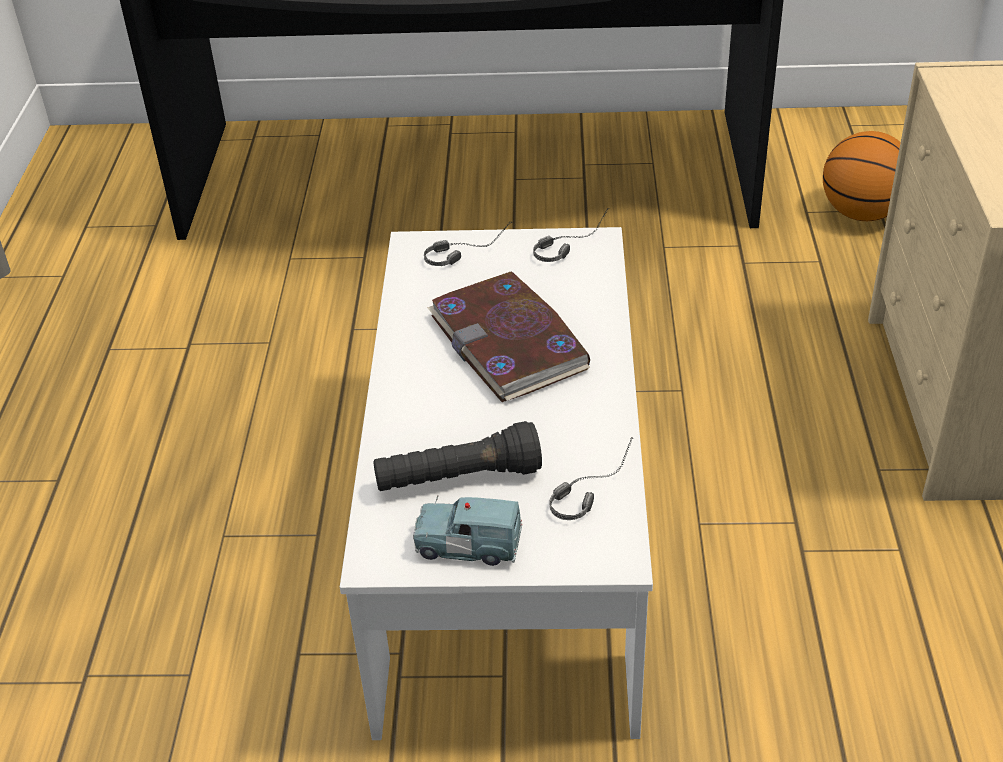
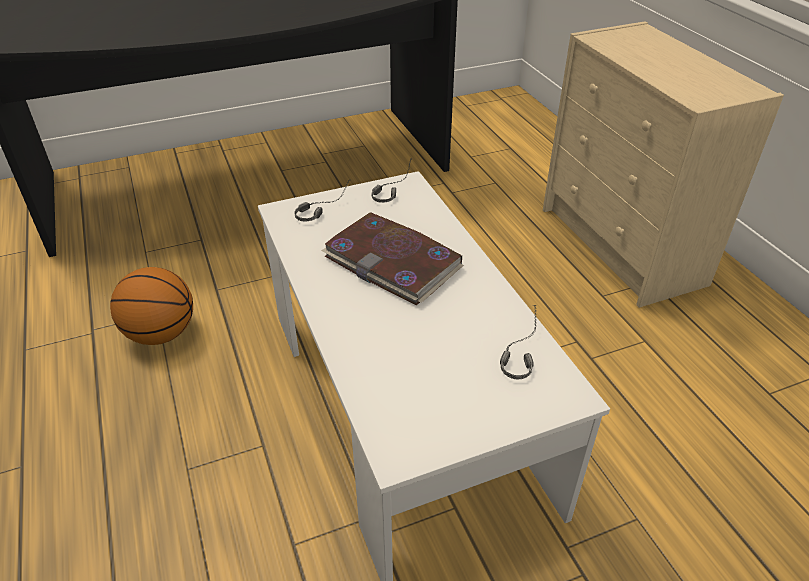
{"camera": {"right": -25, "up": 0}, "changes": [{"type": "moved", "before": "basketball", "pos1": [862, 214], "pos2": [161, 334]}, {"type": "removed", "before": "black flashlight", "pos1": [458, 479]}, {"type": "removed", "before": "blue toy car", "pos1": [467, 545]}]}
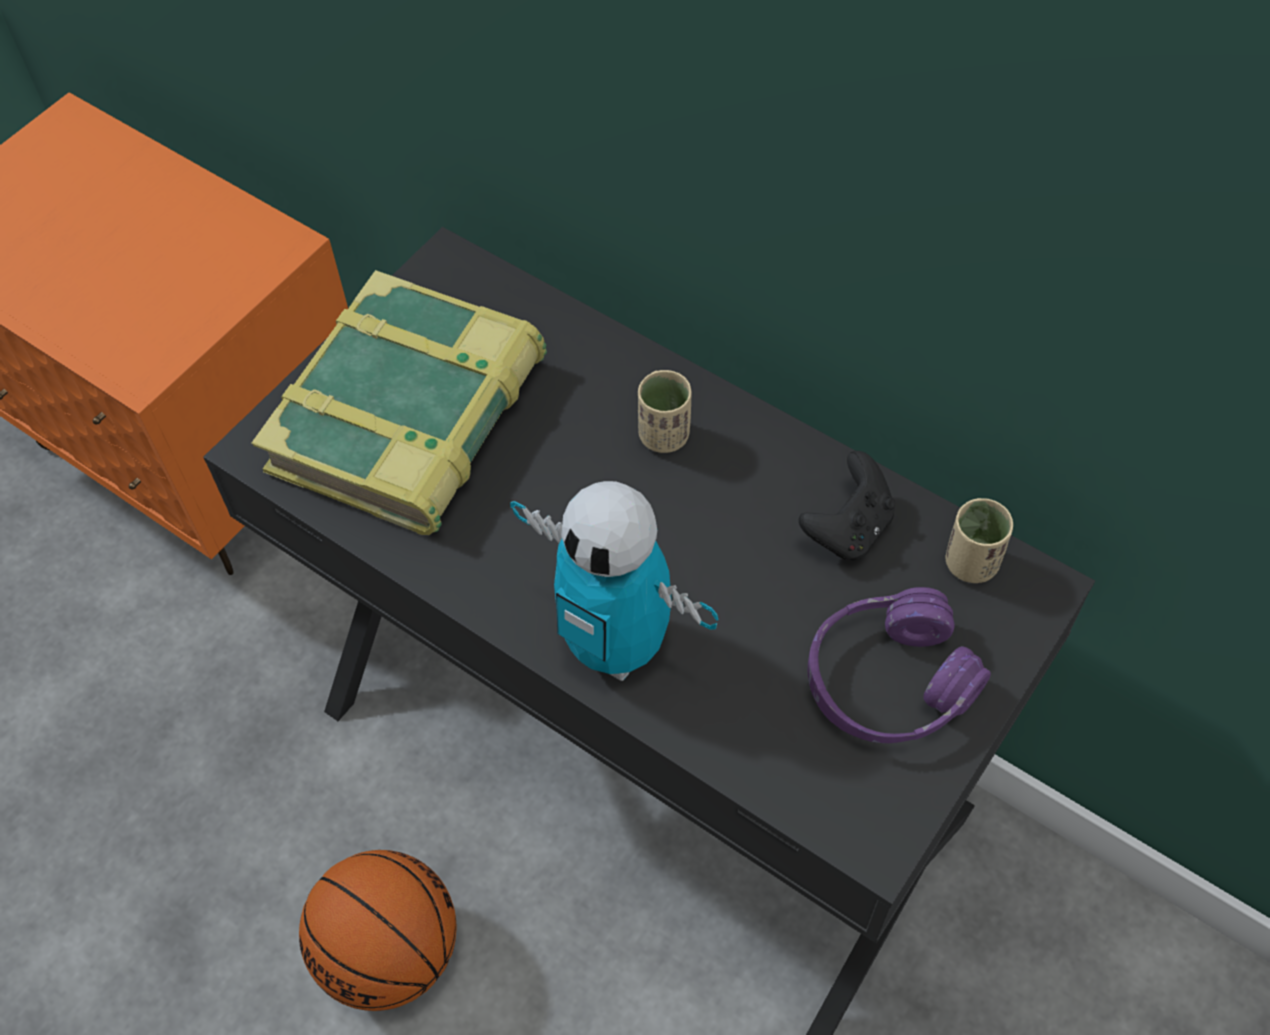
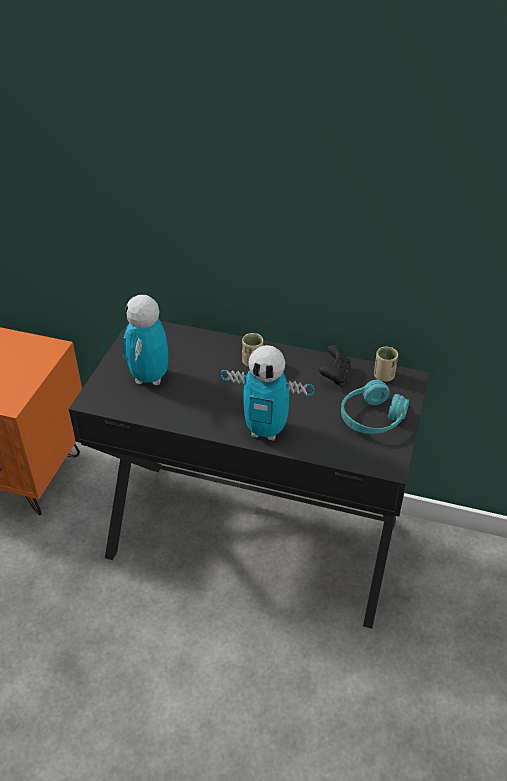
{"camera": {"right": -20, "up": -15}, "changes": [{"type": "replaced", "before": "book", "after": "toy robot", "pos1": [411, 418], "pos2": [149, 378]}, {"type": "recoloured", "before": "purple headphones", "after": "turquoise headphones", "pos1": [888, 681], "pos2": [372, 418]}, {"type": "removed", "before": "basketball", "pos1": [390, 951]}]}
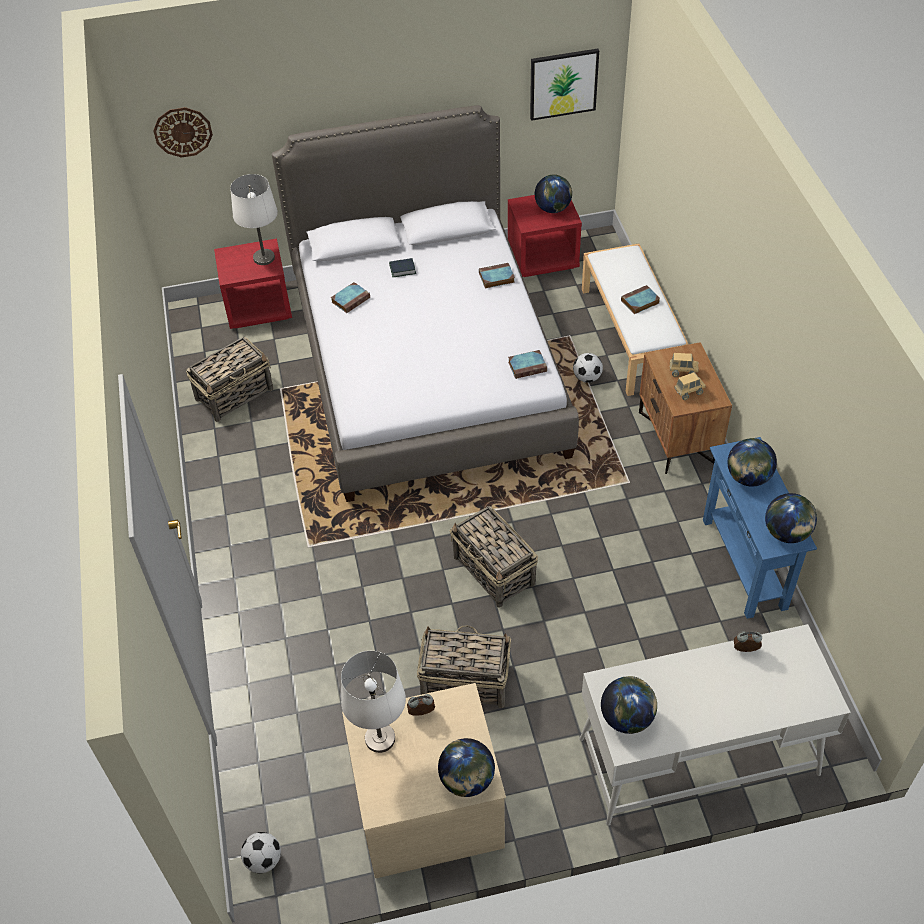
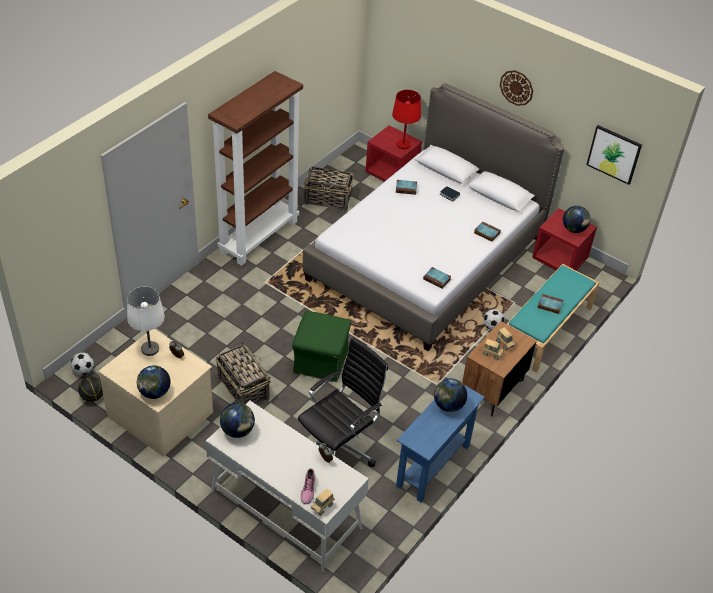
{"camera": {"right": 45, "up": -5}, "changes": [{"type": "moved", "before": "wall clock", "pos1": [183, 132], "pos2": [516, 87]}, {"type": "recoloured", "before": "white table lamp", "after": "red table lamp", "pos1": [264, 258], "pos2": [403, 145]}, {"type": "recoloured", "before": "white bench", "after": "turquoise bench", "pos1": [632, 336], "pos2": [546, 329]}, {"type": "removed", "before": "globe", "pos1": [786, 533]}, {"type": "replaced", "before": "basket", "after": "green ottoman", "pos1": [494, 571], "pos2": [320, 361]}, {"type": "added", "after": "brown bookcase", "pos2": [259, 236]}, {"type": "added", "after": "black office chair", "pos2": [339, 448]}, {"type": "added", "after": "basketball", "pos2": [92, 397]}, {"type": "added", "after": "shoe", "pos2": [308, 489]}, {"type": "added", "after": "toy truck", "pos2": [322, 507]}]}
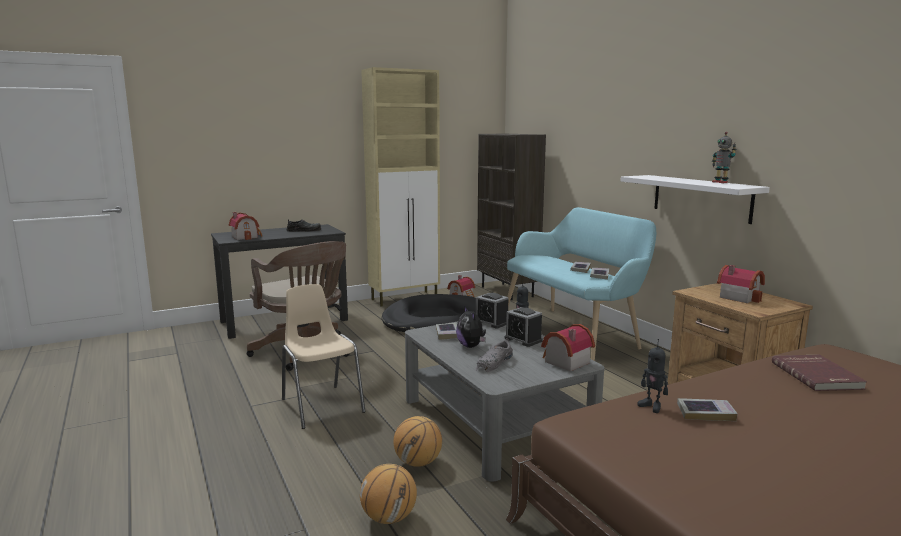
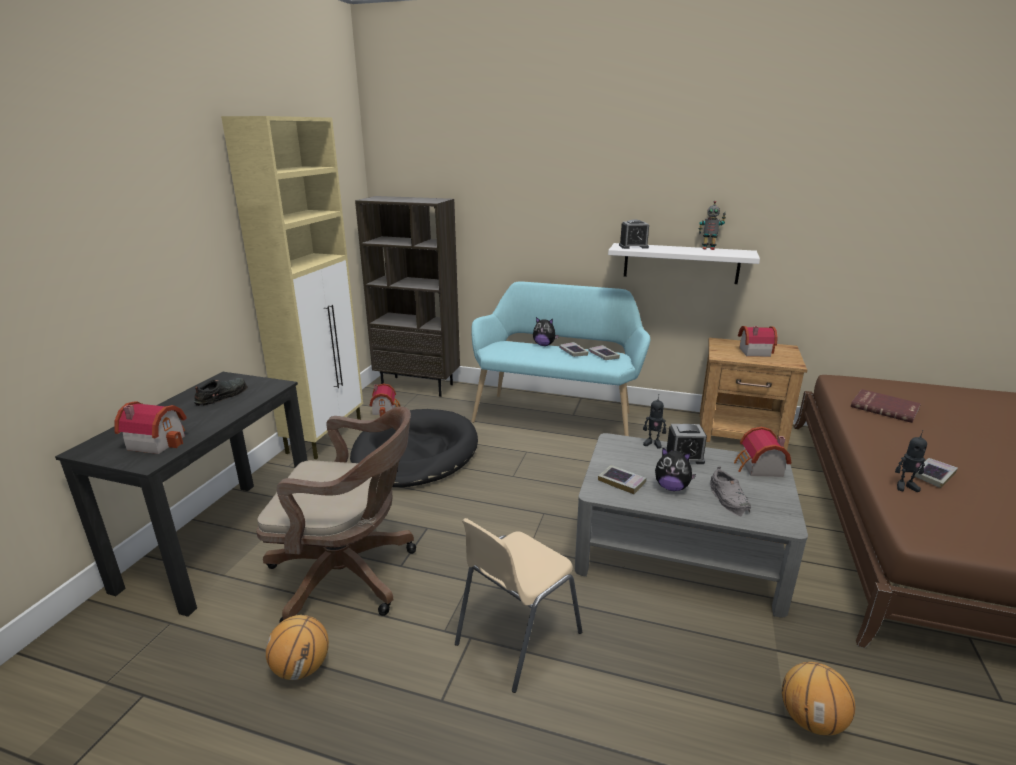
{"camera": {"right": -45, "up": 10}, "changes": [{"type": "turned", "before": "beige chair", "pos1": [321, 405], "pos2": [516, 638], "turn": -60}, {"type": "moved", "before": "alarm clock", "pos1": [491, 322], "pos2": [633, 246]}, {"type": "moved", "before": "basketball", "pos1": [418, 462], "pos2": [302, 668]}, {"type": "added", "after": "plush toy", "pos2": [544, 345]}]}
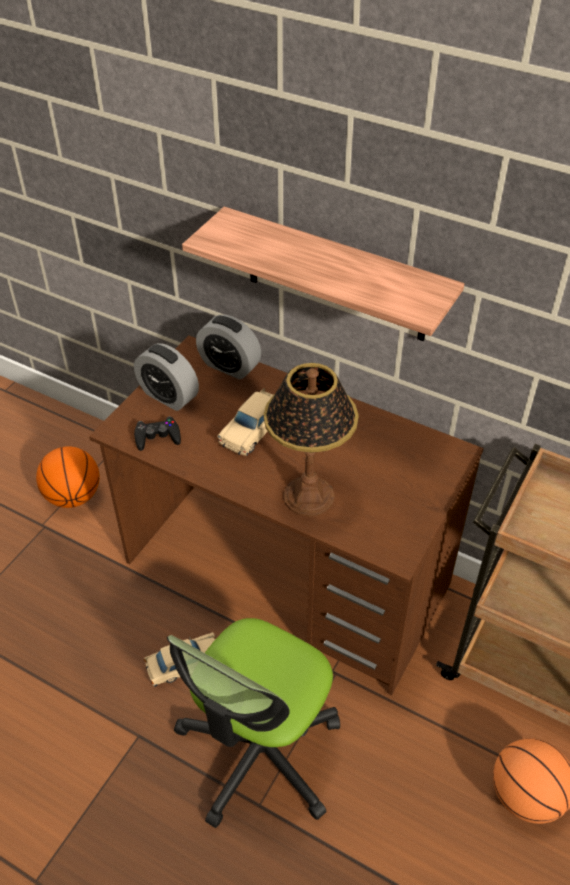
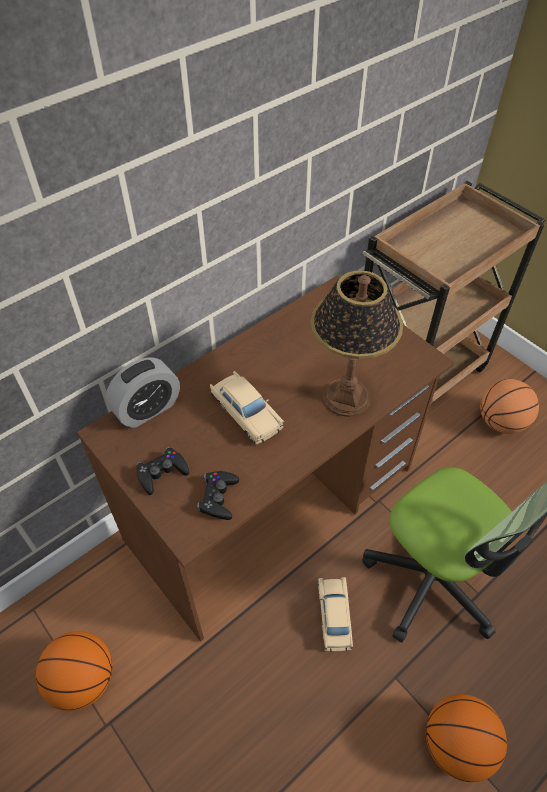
{"camera": {"right": -70, "up": 5}, "changes": [{"type": "removed", "before": "shelf", "pos1": [336, 276]}, {"type": "replaced", "before": "alarm clock", "after": "black game controller", "pos1": [168, 396], "pos2": [162, 473]}, {"type": "added", "after": "basketball", "pos2": [456, 744]}]}
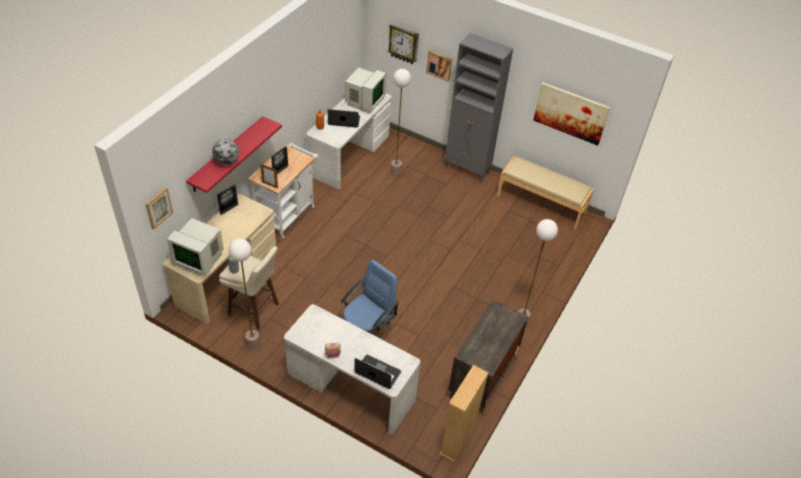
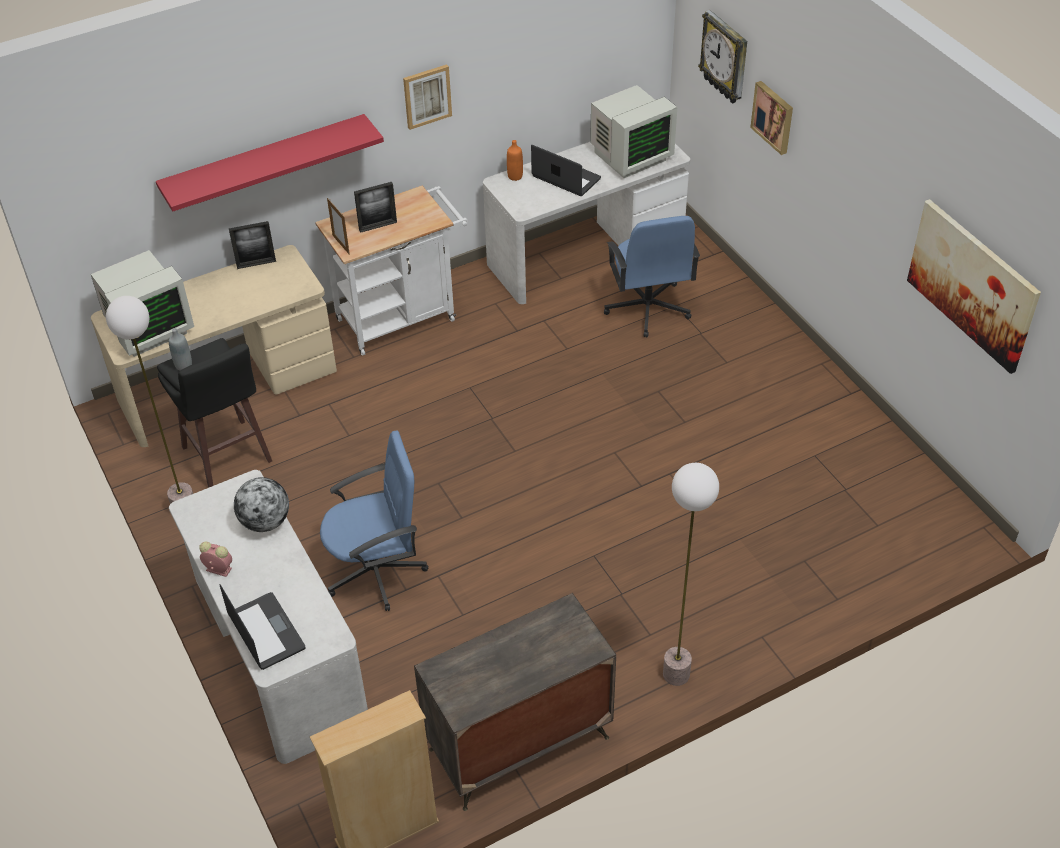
{"camera": {"right": 35, "up": 0}, "changes": [{"type": "removed", "before": "grey cabinet", "pos1": [467, 170]}, {"type": "replaced", "before": "floor lamp", "after": "blue office chair", "pos1": [395, 171], "pos2": [647, 308]}, {"type": "moved", "before": "globe", "pos1": [227, 162], "pos2": [265, 522]}, {"type": "removed", "before": "beige bench", "pos1": [541, 203]}, {"type": "moved", "before": "picture", "pos1": [158, 207], "pos2": [427, 96]}, {"type": "turned", "before": "monitor", "pos1": [200, 259], "pos2": [148, 328], "turn": -90}, {"type": "recoloured", "before": "beige stool", "after": "black stool", "pos1": [254, 310], "pos2": [227, 456]}]}
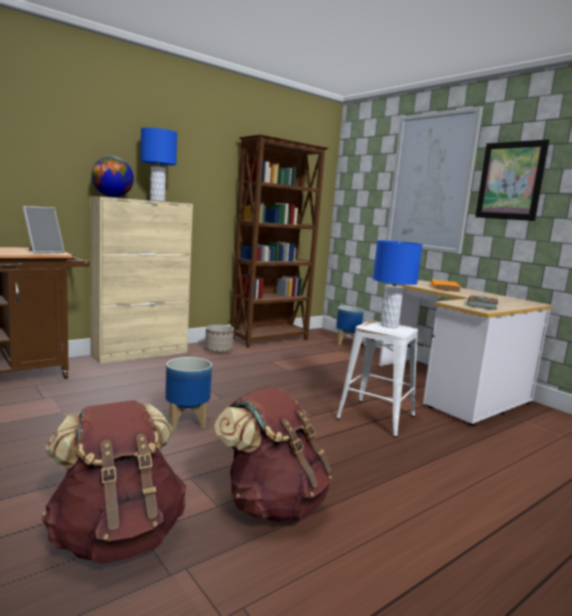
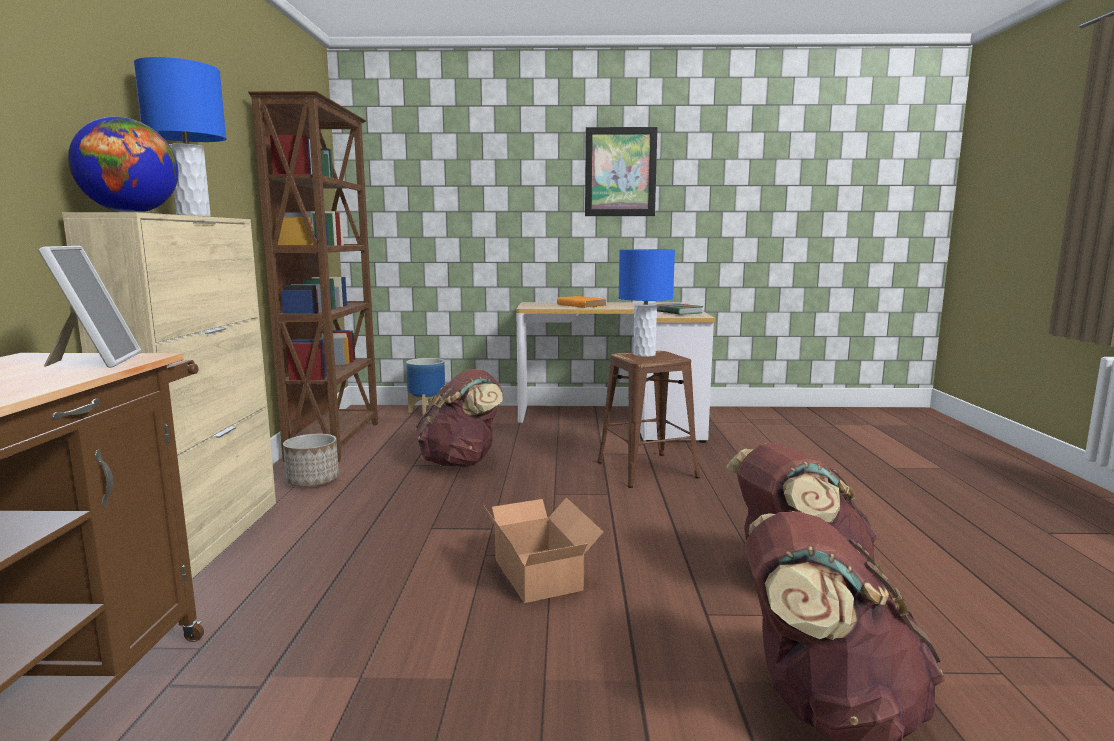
{"camera": {"right": -50, "up": 0}, "changes": [{"type": "removed", "before": "picture", "pos1": [430, 182]}, {"type": "recoloured", "before": "white stool", "after": "brown stool", "pos1": [376, 417], "pos2": [647, 470]}, {"type": "replaced", "before": "planter", "after": "cardboard box", "pos1": [187, 422], "pos2": [540, 572]}, {"type": "added", "after": "brown backpack", "pos2": [461, 462]}]}
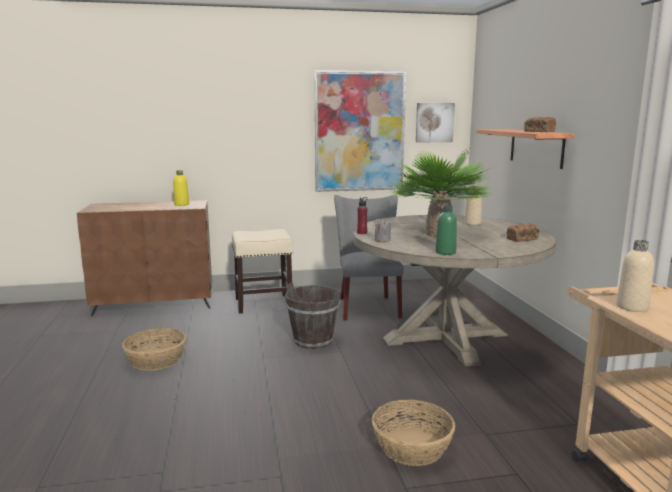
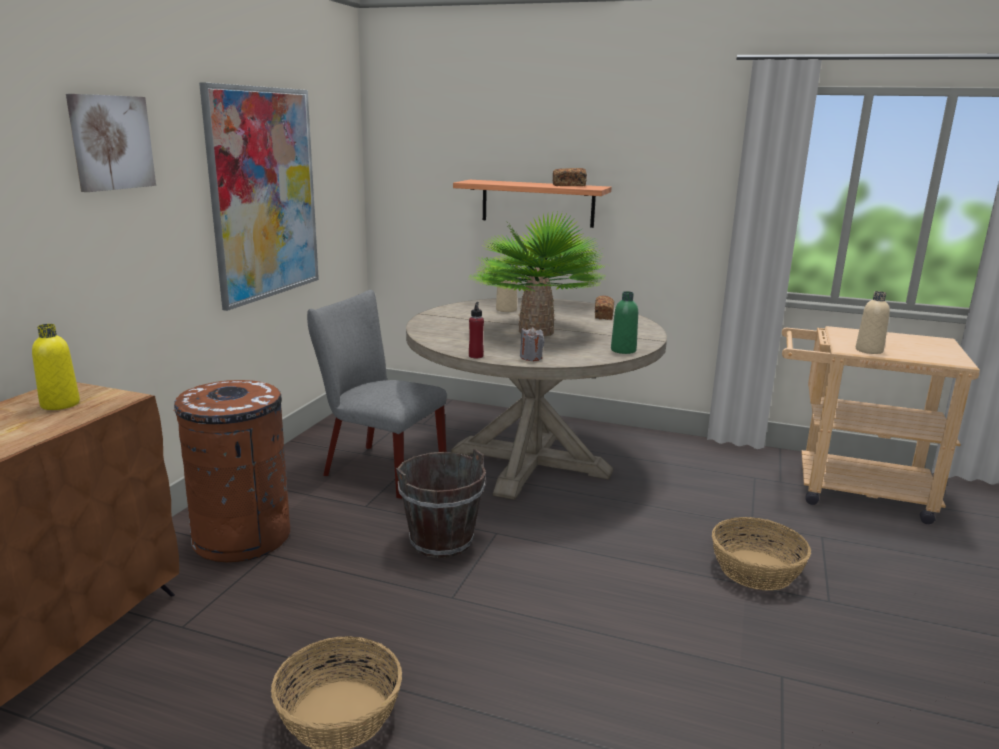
{"camera": {"right": -60, "up": 5}, "changes": [{"type": "moved", "before": "picture", "pos1": [434, 122], "pos2": [111, 142]}, {"type": "replaced", "before": "beige stool", "after": "brown trash can", "pos1": [264, 303], "pos2": [242, 537]}]}
